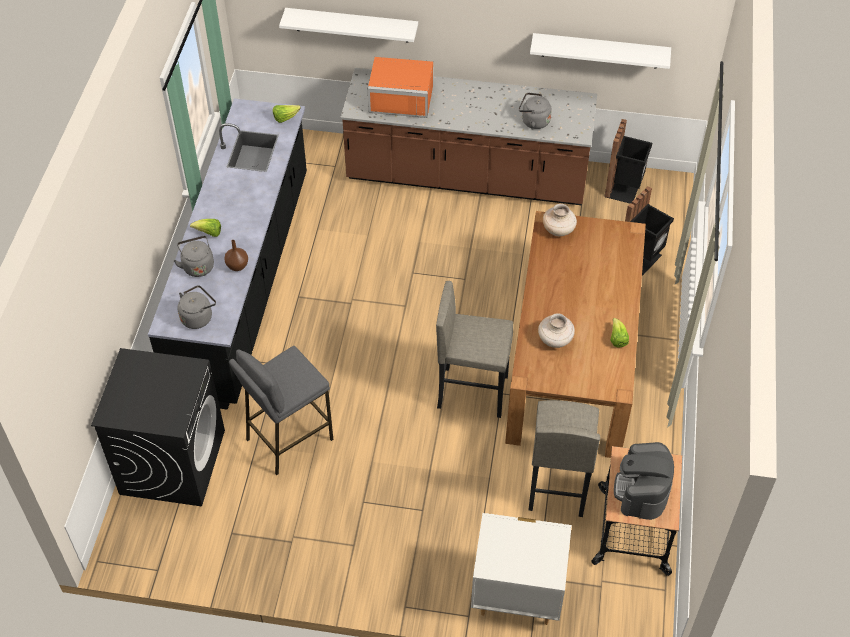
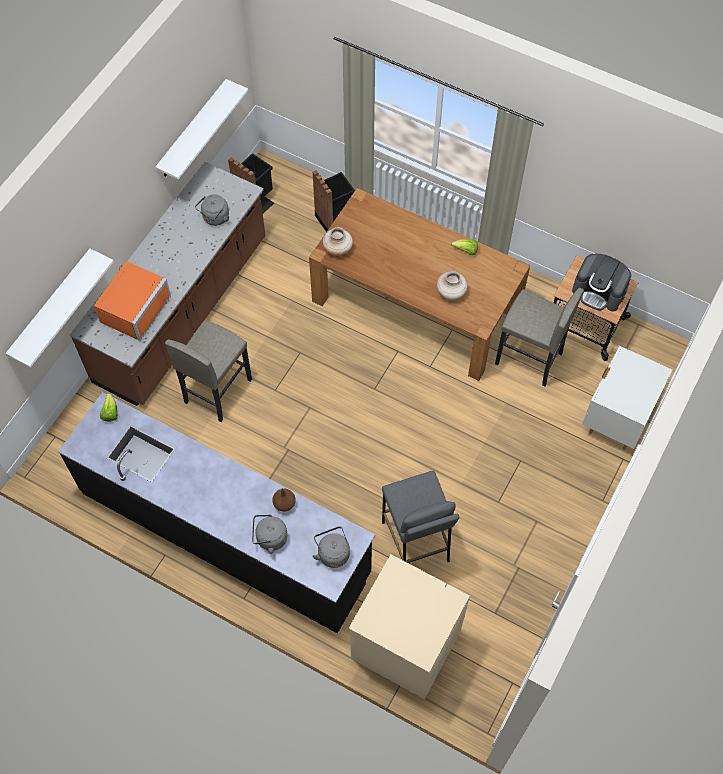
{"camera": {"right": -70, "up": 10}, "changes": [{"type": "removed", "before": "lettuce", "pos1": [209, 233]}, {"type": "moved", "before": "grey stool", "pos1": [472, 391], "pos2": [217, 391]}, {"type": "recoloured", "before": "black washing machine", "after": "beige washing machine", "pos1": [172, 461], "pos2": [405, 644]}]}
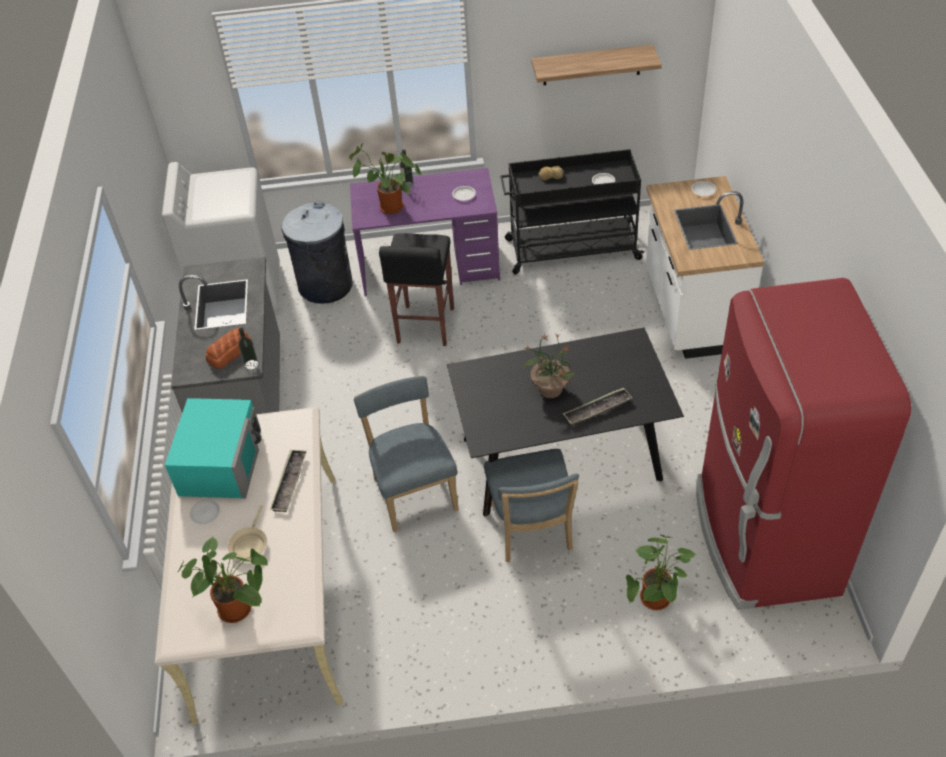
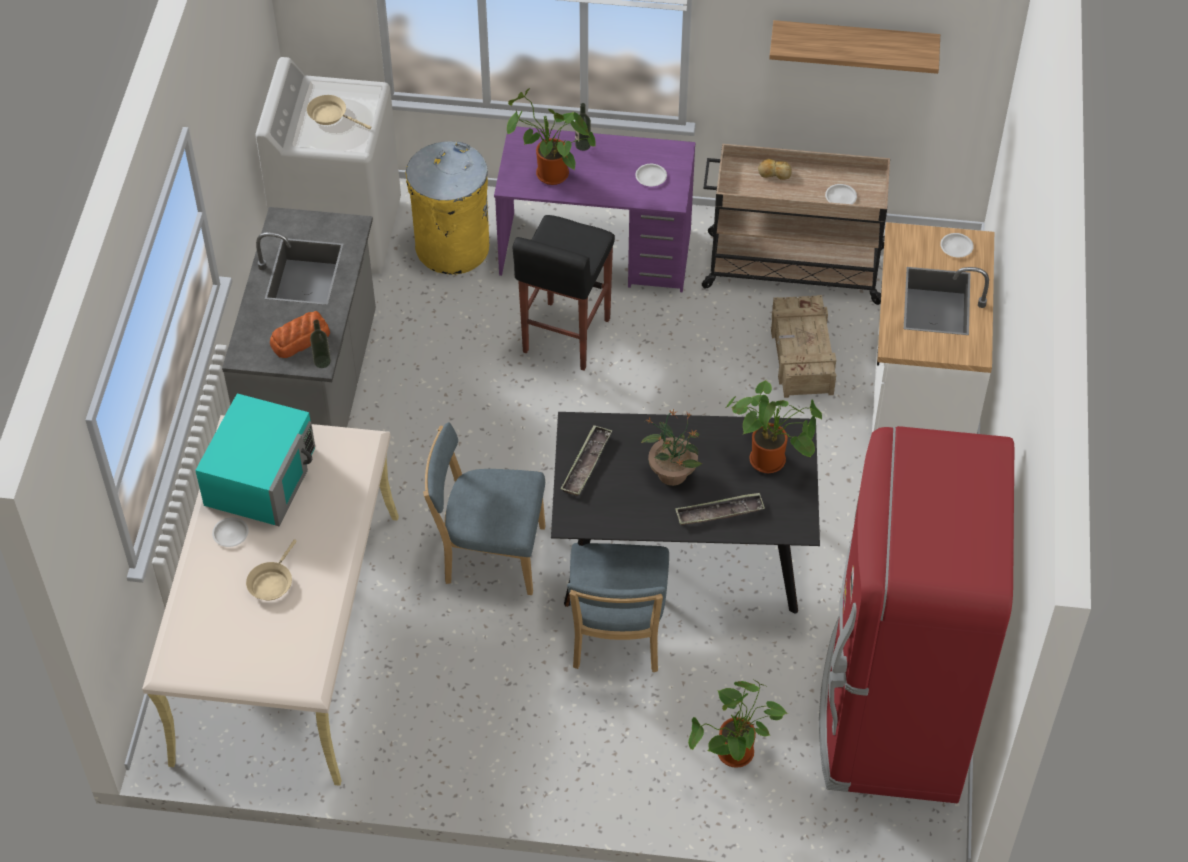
{"camera": {"right": 10, "up": 5}, "changes": [{"type": "recoloured", "before": "black cart", "after": "beige cart", "pos1": [570, 249], "pos2": [791, 268]}, {"type": "recoloured", "before": "grey trash can", "after": "yellow trash can", "pos1": [325, 285], "pos2": [451, 247]}, {"type": "turned", "before": "blue chair", "pos1": [414, 491], "pos2": [489, 554], "turn": -75}, {"type": "moved", "before": "tray", "pos1": [289, 483], "pos2": [586, 464]}, {"type": "moved", "before": "potted plant", "pos1": [239, 608], "pos2": [772, 461]}, {"type": "added", "after": "beige frying pan", "pos2": [331, 115]}, {"type": "added", "after": "crate", "pos2": [801, 356]}]}
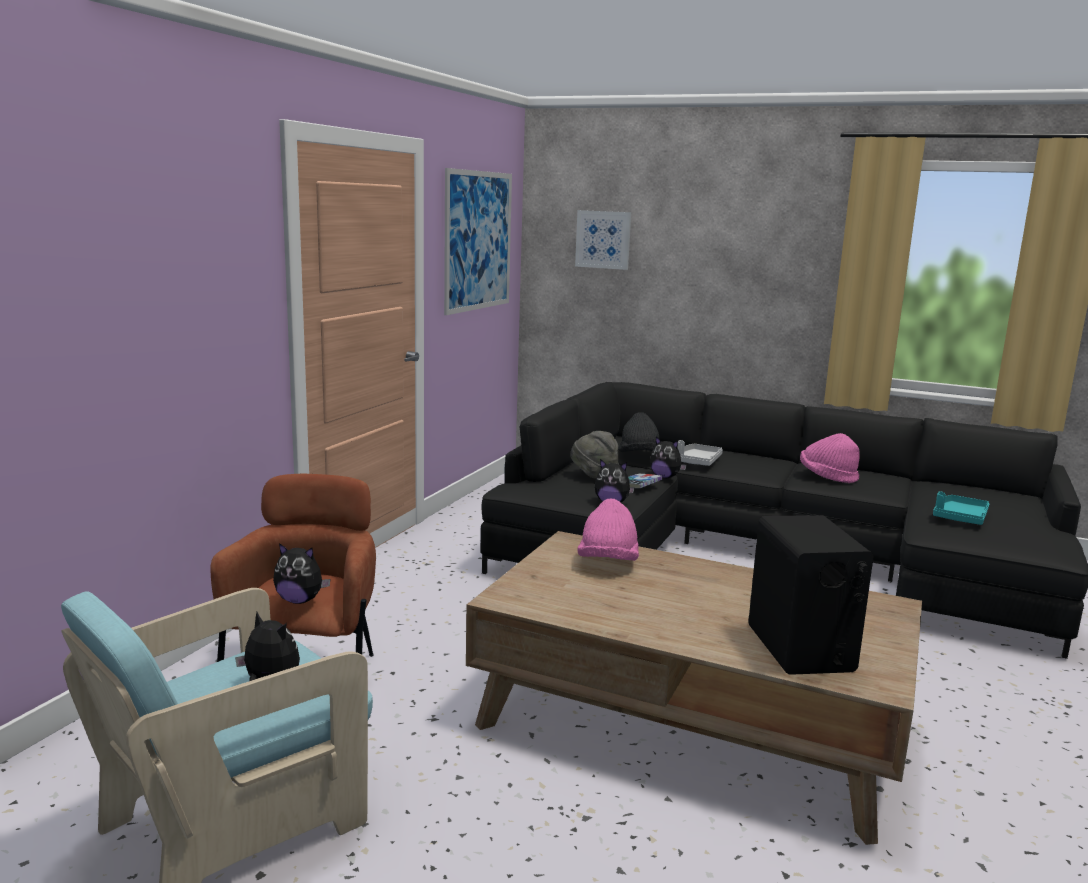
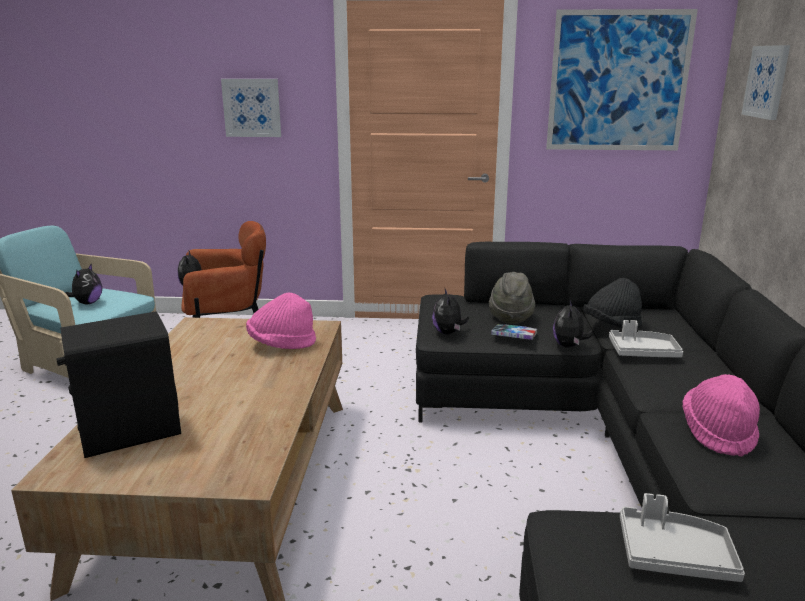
{"camera": {"right": 70, "up": 5}, "changes": [{"type": "recoloured", "before": "turquoise tray", "after": "grey tray", "pos1": [959, 517], "pos2": [674, 555]}, {"type": "added", "after": "picture", "pos2": [252, 108]}]}
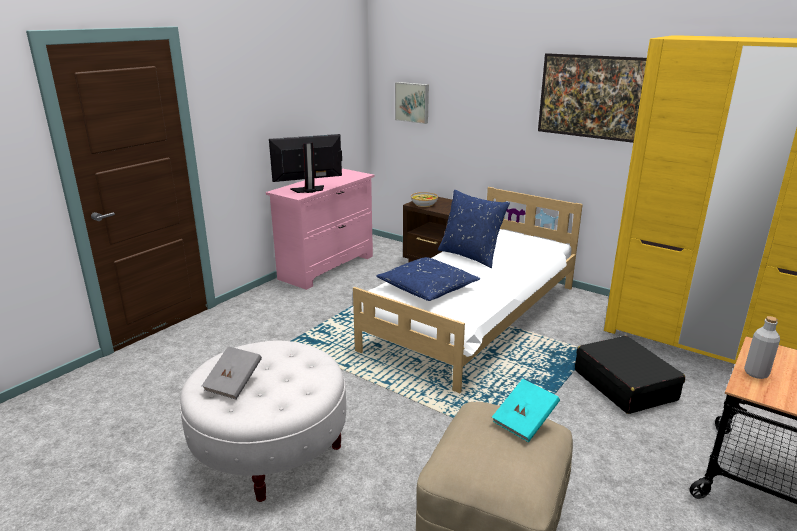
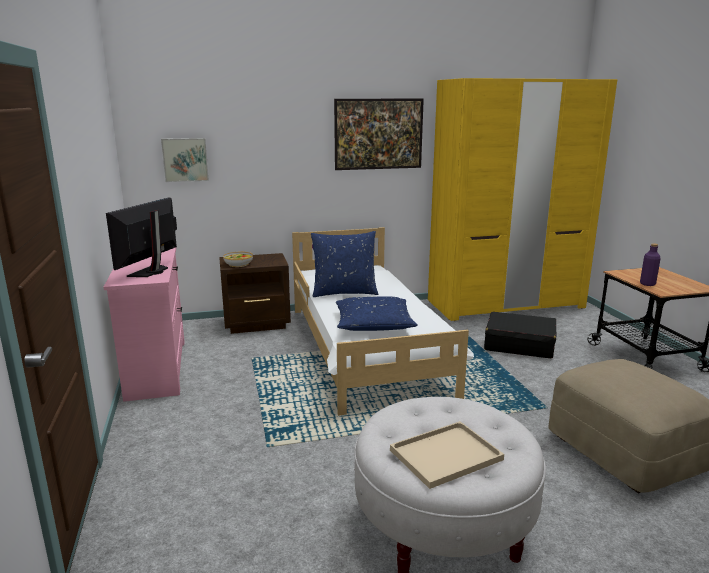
{"camera": {"right": -50, "up": -5}, "changes": [{"type": "recoloured", "before": "grey bottle", "after": "purple bottle", "pos1": [756, 373], "pos2": [647, 284]}, {"type": "replaced", "before": "grey book", "after": "beige tray", "pos1": [234, 383], "pos2": [445, 456]}, {"type": "removed", "before": "turquoise book", "pos1": [524, 421]}]}
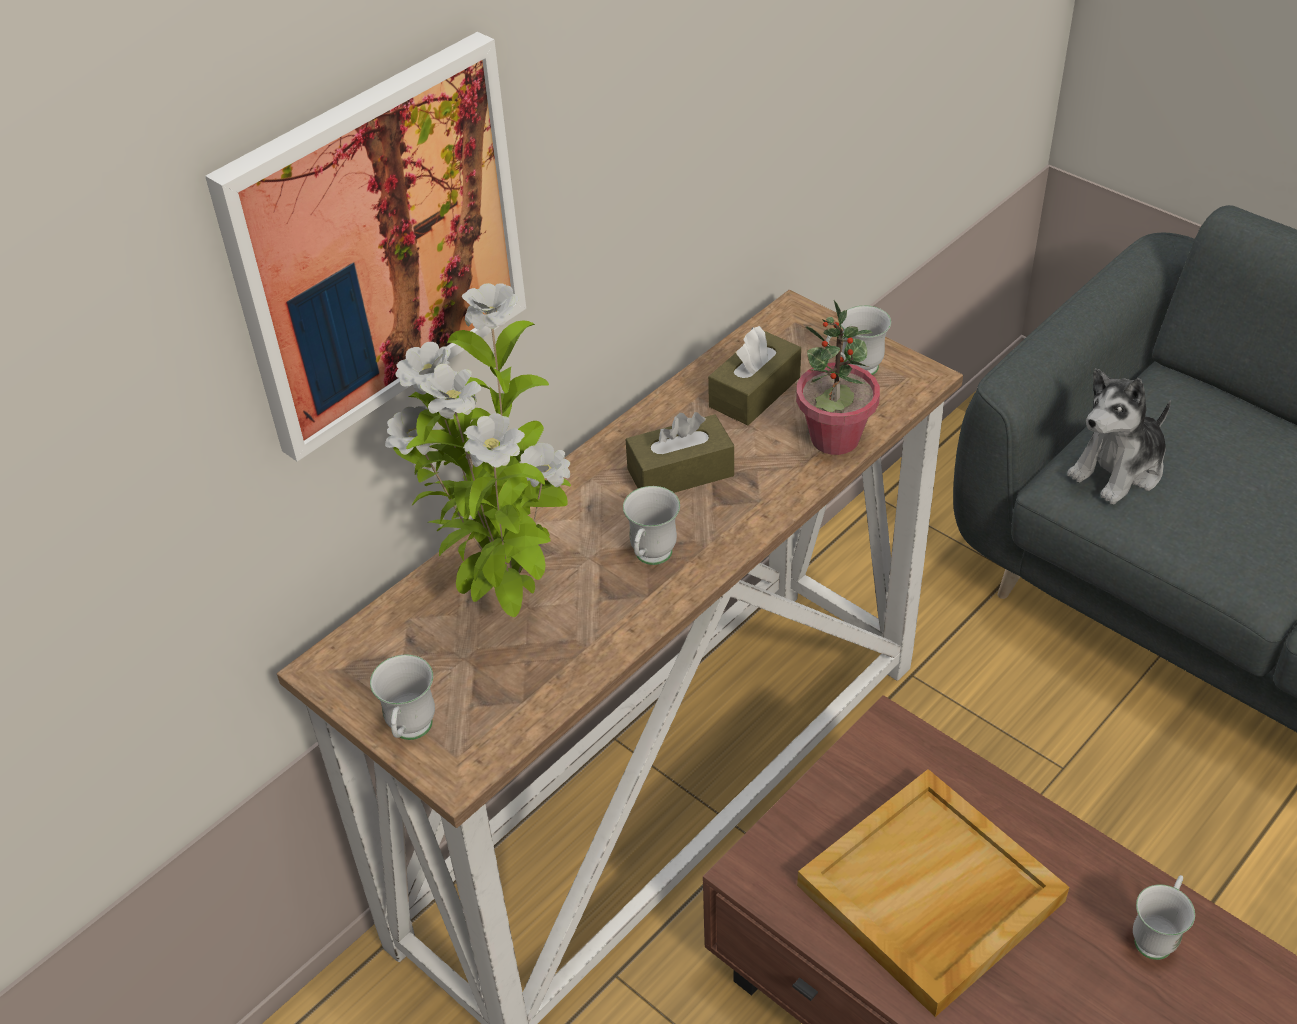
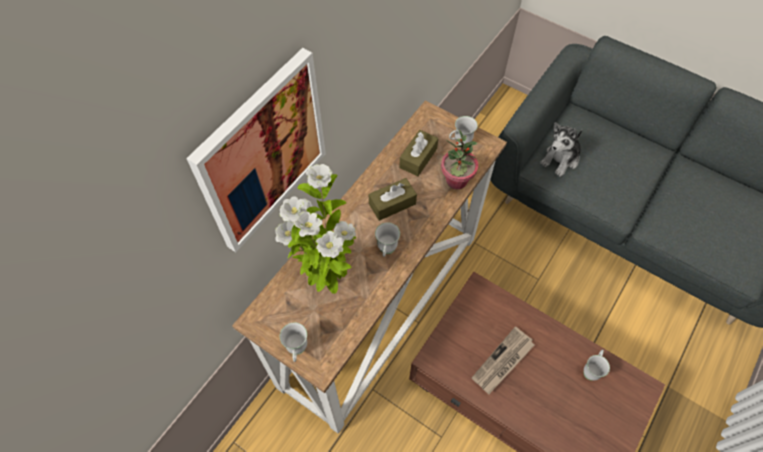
{"camera": {"right": -10, "up": 15}, "changes": [{"type": "replaced", "before": "beige tray", "after": "newspaper", "pos1": [930, 895], "pos2": [503, 362]}]}
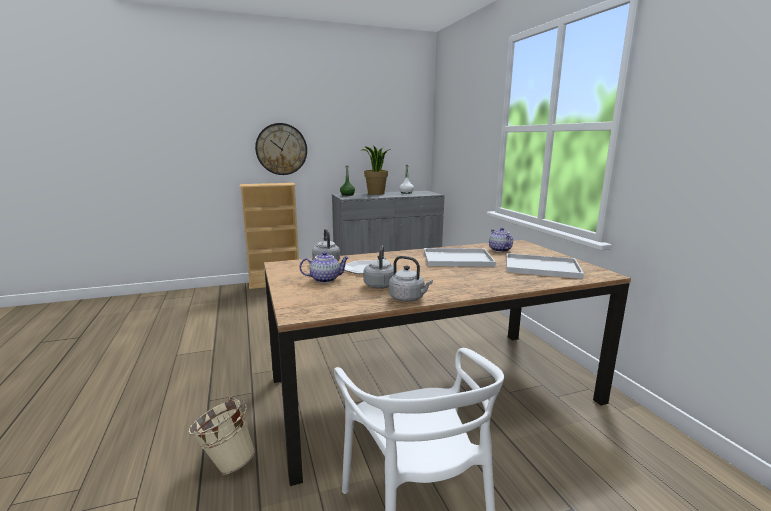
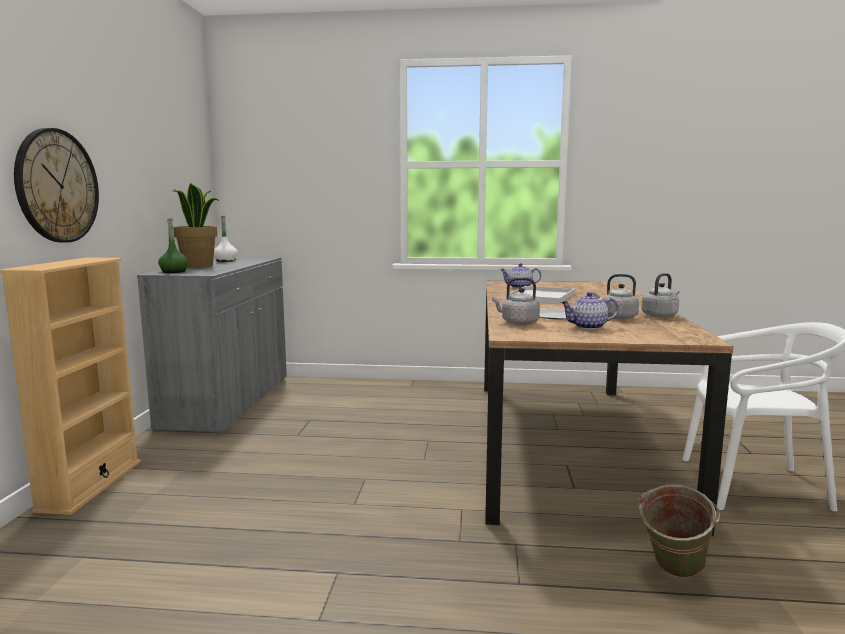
{"camera": {"right": -65, "up": -5}, "changes": [{"type": "turned", "before": "teapot", "pos1": [325, 279], "pos2": [588, 327], "turn": -105}, {"type": "removed", "before": "white tray", "pos1": [540, 267]}, {"type": "recoloured", "before": "beige bucket", "after": "green bucket", "pos1": [226, 463], "pos2": [672, 574]}]}
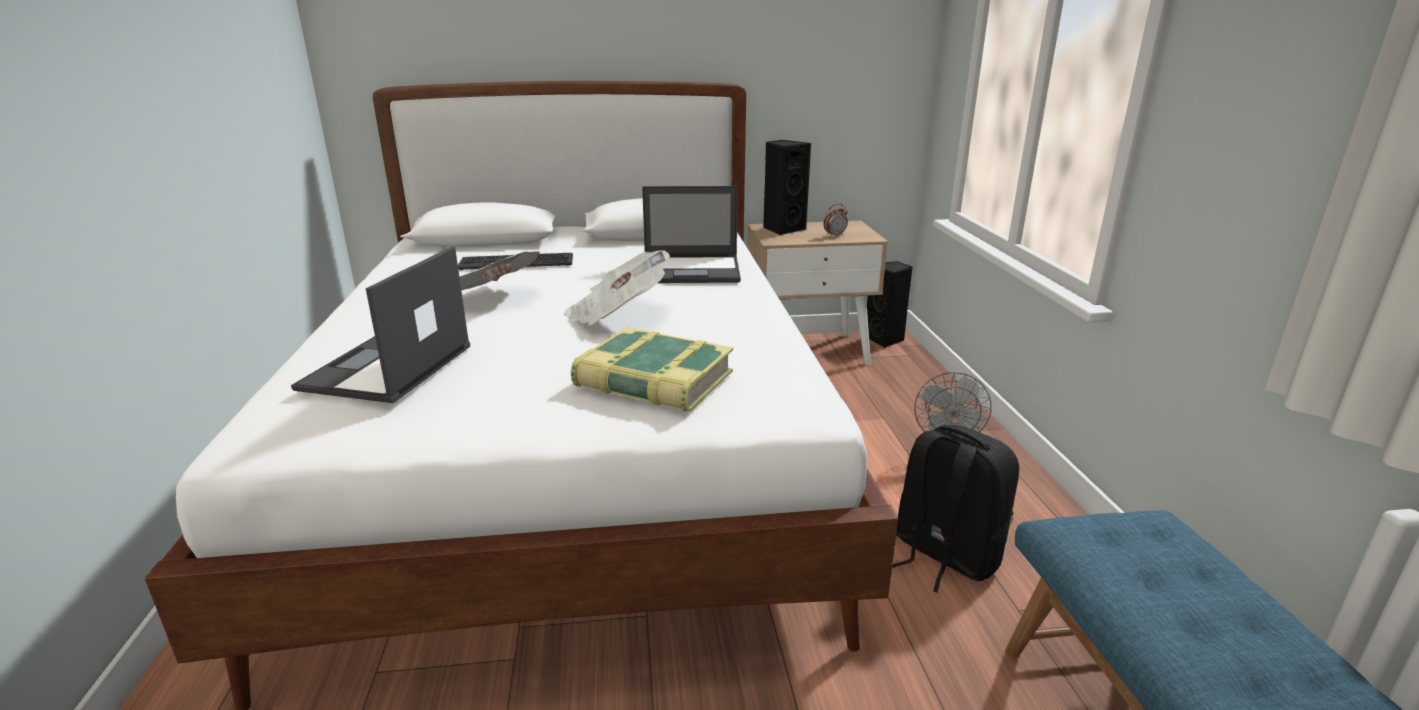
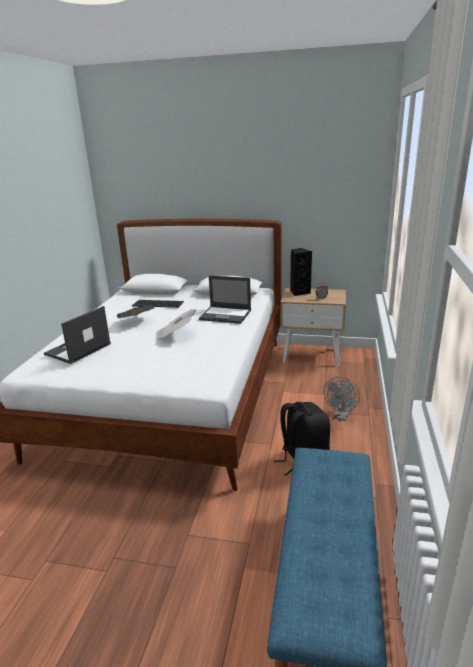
{"camera": {"right": 20, "up": 0}, "changes": [{"type": "removed", "before": "black speaker", "pos1": [885, 340]}, {"type": "removed", "before": "book", "pos1": [653, 382]}]}
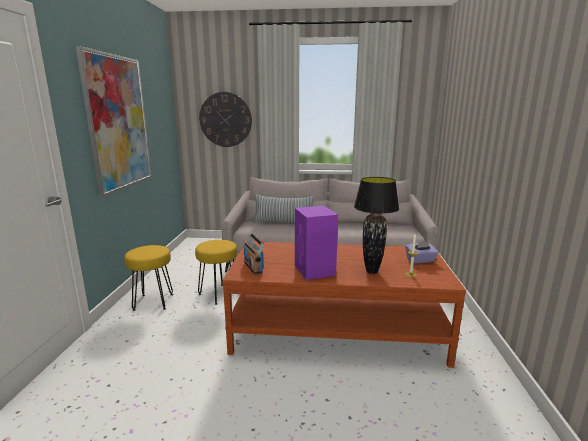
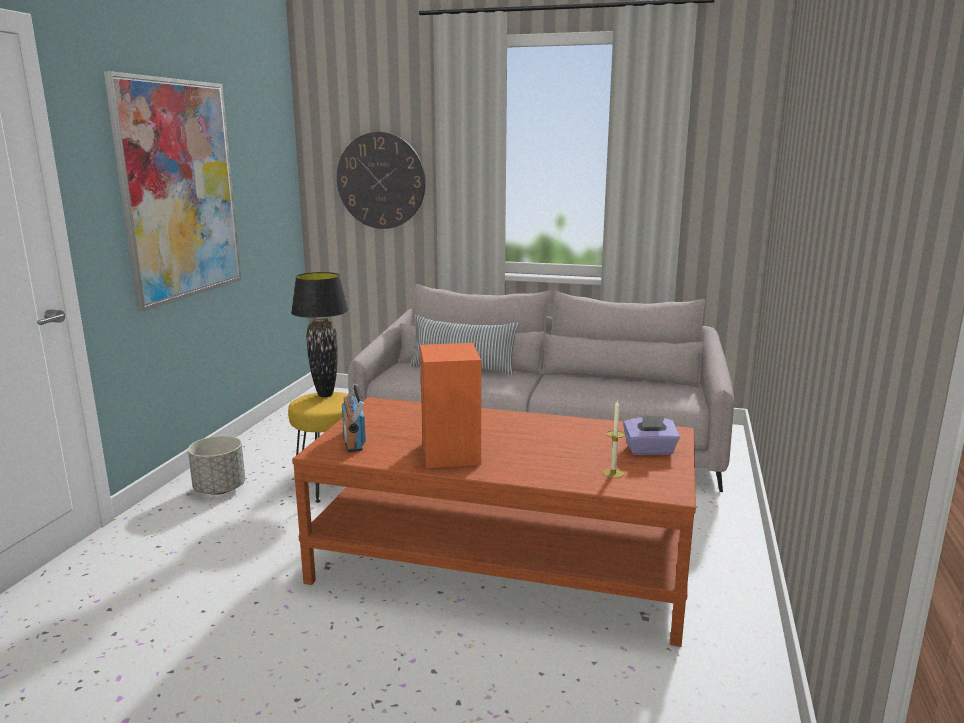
{"camera": {"right": 10, "up": 0}, "changes": [{"type": "moved", "before": "black table lamp", "pos1": [371, 271], "pos2": [325, 395]}, {"type": "recoloured", "before": "purple speaker", "after": "orange speaker", "pos1": [315, 271], "pos2": [451, 454]}, {"type": "replaced", "before": "yellow stool", "after": "grey planter", "pos1": [153, 301], "pos2": [219, 489]}]}
